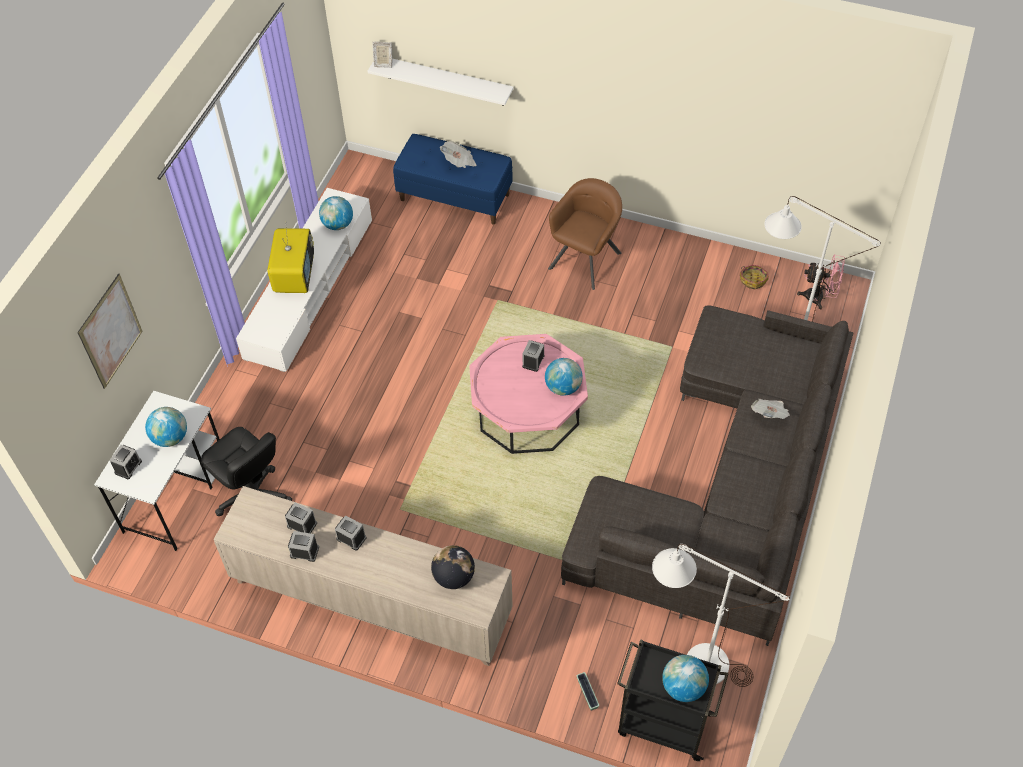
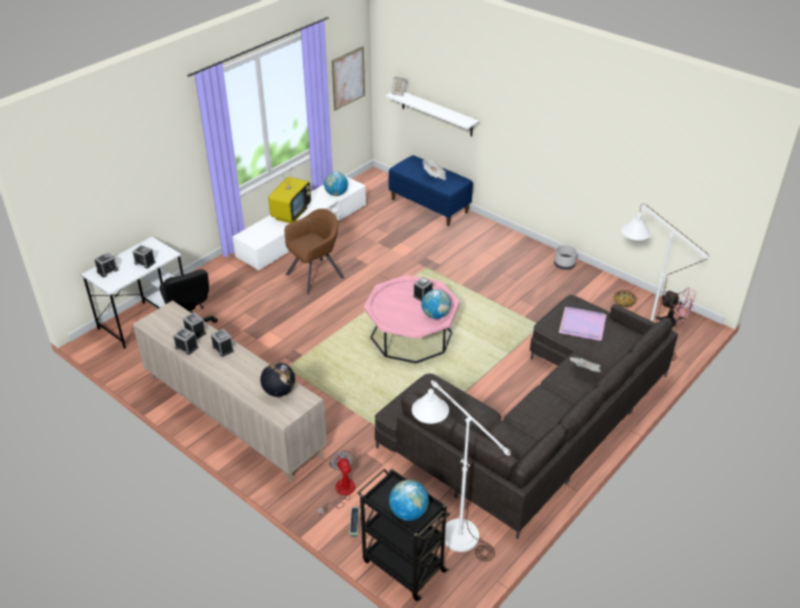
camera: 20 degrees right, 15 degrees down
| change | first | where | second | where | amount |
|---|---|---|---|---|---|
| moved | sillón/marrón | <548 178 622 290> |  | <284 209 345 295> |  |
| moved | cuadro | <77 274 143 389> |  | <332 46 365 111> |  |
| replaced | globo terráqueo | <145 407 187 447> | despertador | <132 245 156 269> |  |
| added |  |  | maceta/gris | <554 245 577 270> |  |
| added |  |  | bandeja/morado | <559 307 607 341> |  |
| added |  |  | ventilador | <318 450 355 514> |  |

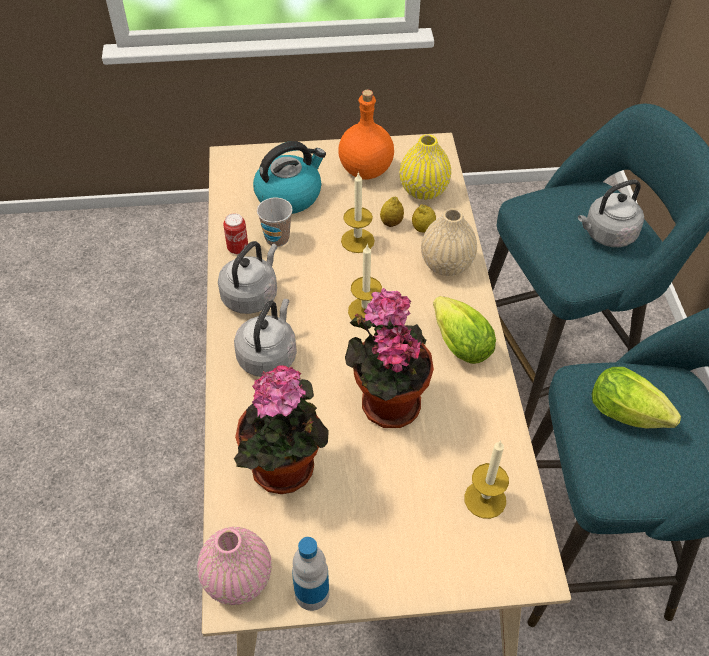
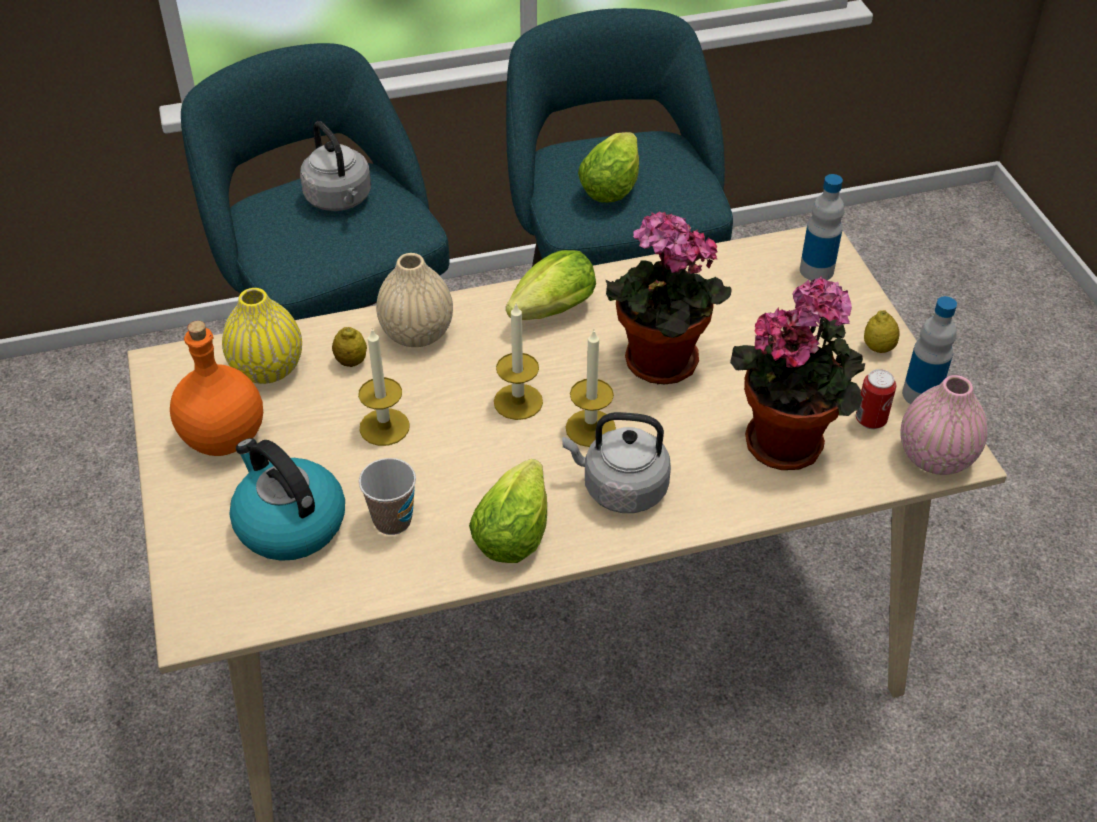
camera: 100 degrees left, 5 degrees down
| change | first | where | second | where | amount |
|---|---|---|---|---|---|
| moved | limón | <380 197 404 227> |  | <864 310 900 353> |  |
| moved | lata | <223 213 248 254> |  | <856 369 896 429> |  |
| replaced | hervidor/gris | <218 241 277 314> | lechuga | <469 459 547 563> |  |
| moved | vela | <464 440 509 519> |  | <565 331 616 447> |  |
| added |  |  | botella | <800 174 844 281> |  |

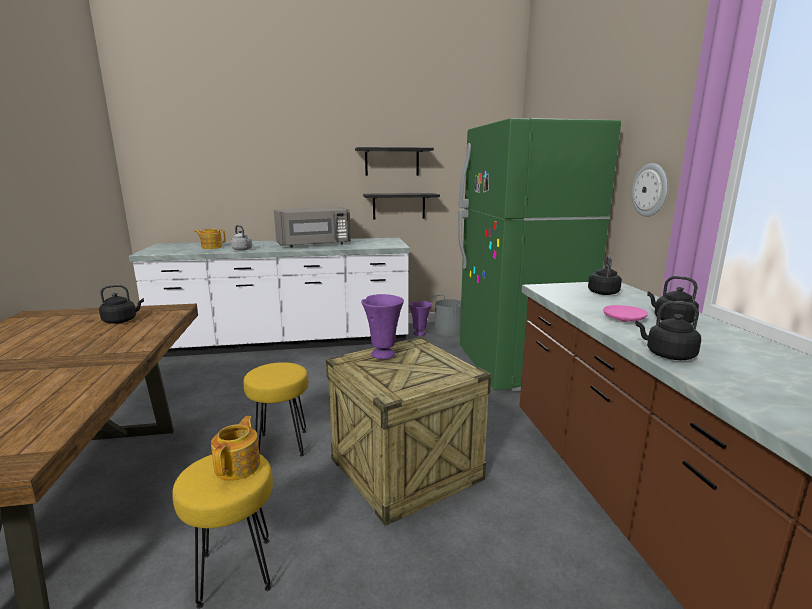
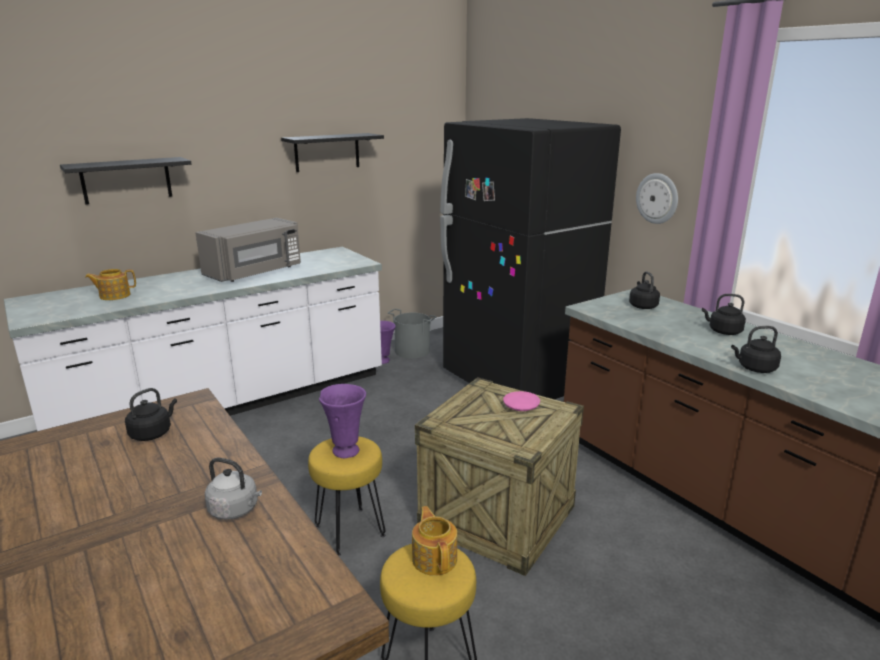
camera: 25 degrees left, 5 degrees up
| change | first | where | second | where | amount |
|---|---|---|---|---|---|
| recoloured | nevera/verde | <458 118 621 392> | nevera/negro | <440 118 621 401> |  |
| moved | estante/negro | <363 193 440 220> |  | <60 157 191 205> |  |
| moved | hervidor/gris | <231 225 252 251> |  | <205 458 262 520> |  |
| moved | florero/morado | <361 294 404 359> |  | <319 384 366 458> |  |
| moved | plato/rosa | <603 305 648 322> |  | <503 391 540 411> |  |

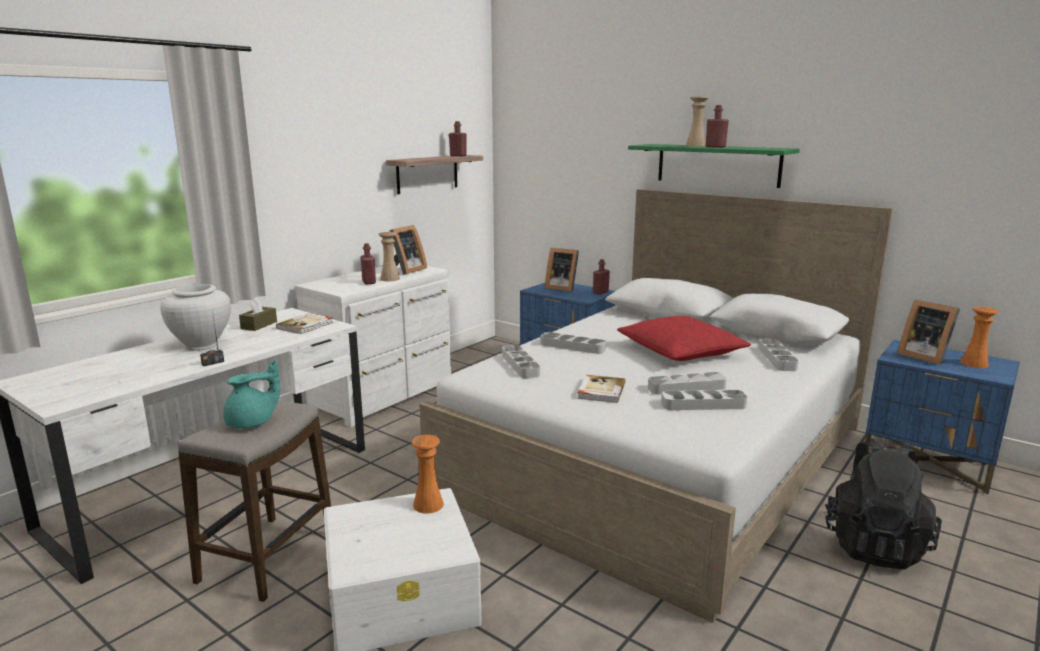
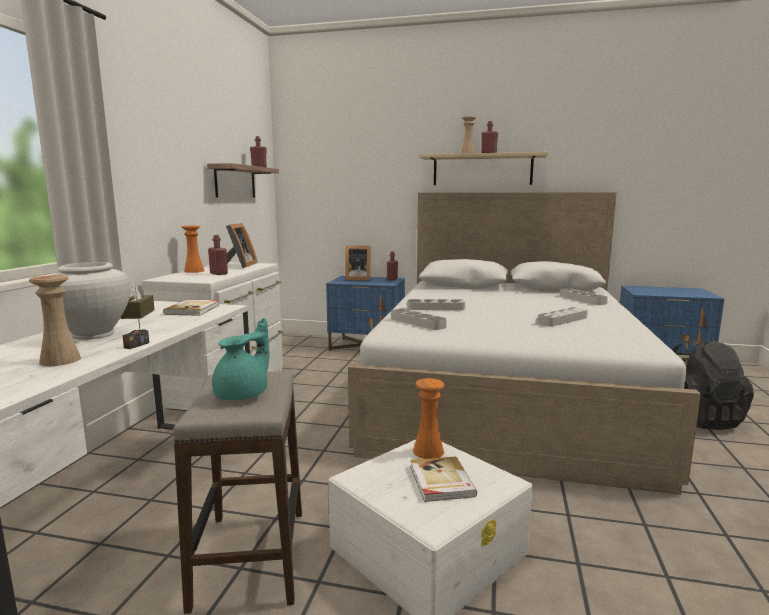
camera: 25 degrees left, 5 degrees down
| change | first | where | second | where | amount |
|---|---|---|---|---|---|
| recoloured | estante/verde | <628 144 800 188> | estante/beis | <419 152 548 185> |  |
| moved | florero/beis | <378 232 400 281> |  | <29 275 81 366> |  |
| removed | portarretratos | <897 300 960 365> |  |  |  |
| moved | florero/naranja | <960 307 999 368> |  | <181 226 204 273> |  |
| removed | cojín/rojo | <617 316 751 361> |  |  |  |
| moved | libro | <577 375 625 403> |  | <410 456 477 502> |  |
| removed | bandeja/gris | <661 390 747 410> |  |  |  |

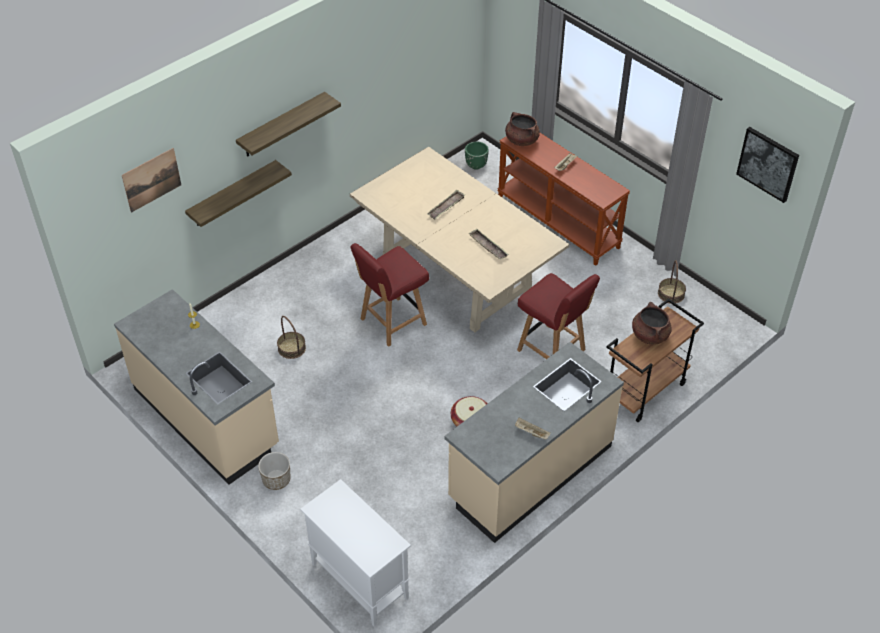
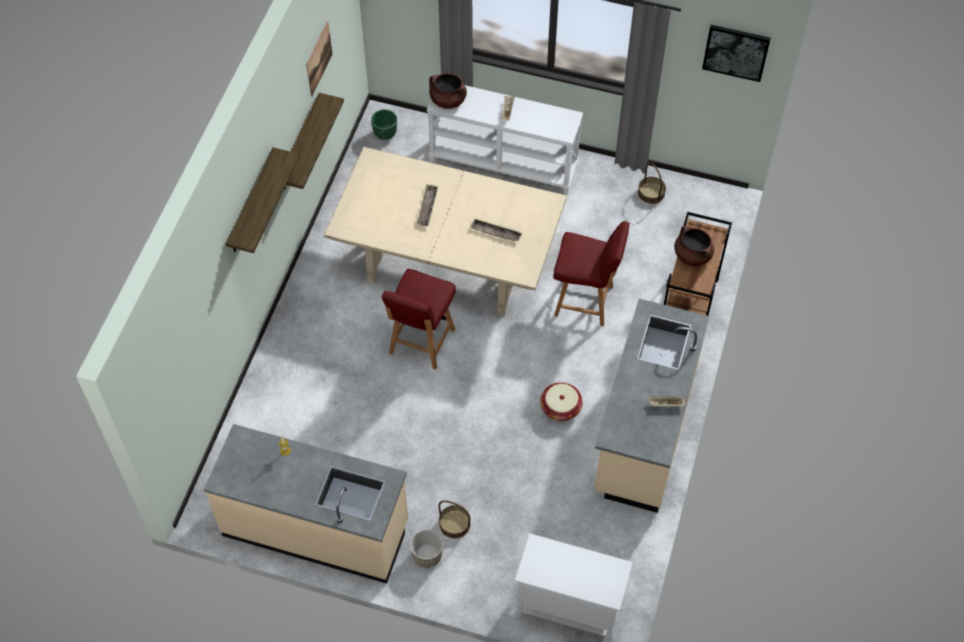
camera: 30 degrees left, 10 degrees up
| change | first | where | second | where | amount |
|---|---|---|---|---|---|
| recoloured | mesa consola/marrón | <497 133 630 266> | mesa consola/blanco | <427 85 583 194> |  |
| moved | cuadro | <122 148 181 213> |  | <306 21 332 97> |  |
| moved | estante | <185 160 292 227> |  | <285 93 344 189> |  |
| moved | cesta | <277 316 306 359> |  | <438 500 470 539> |  |

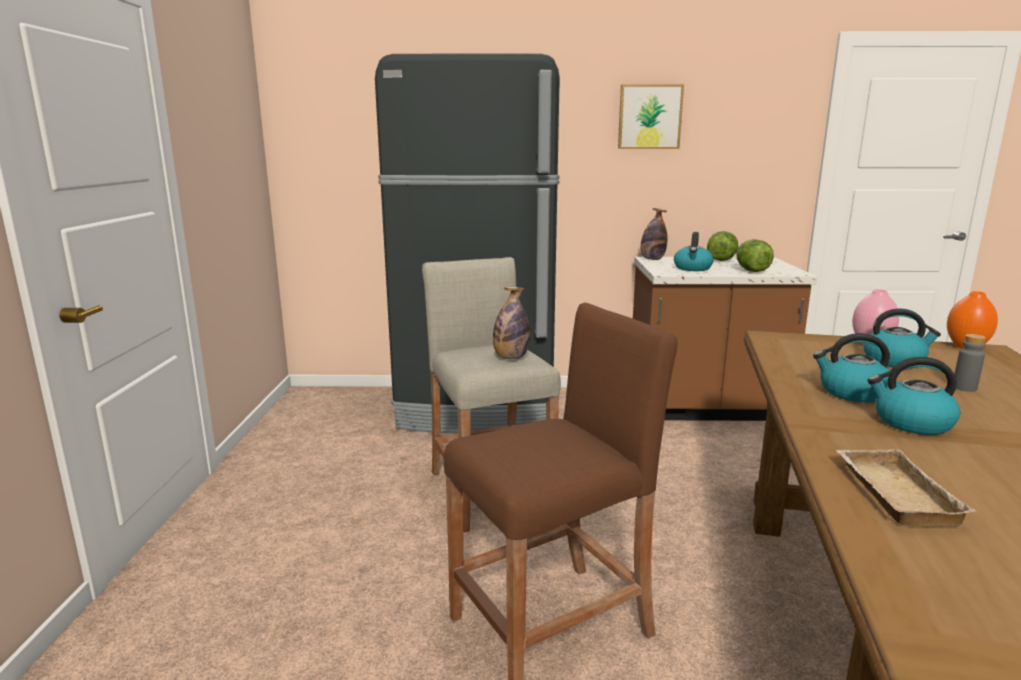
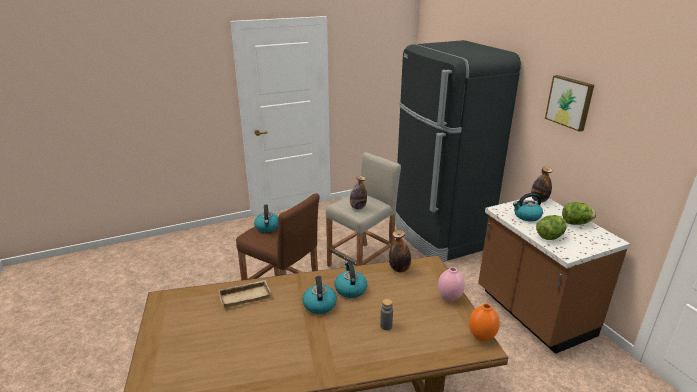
camera: 65 degrees right, 10 degrees up
| change | first | where | second | where | amount |
|---|---|---|---|---|---|
| moved | hervidor | <863 309 941 368> |  | <254 205 278 232> |  |
| added |  |  | botella | <389 230 411 272> |  |

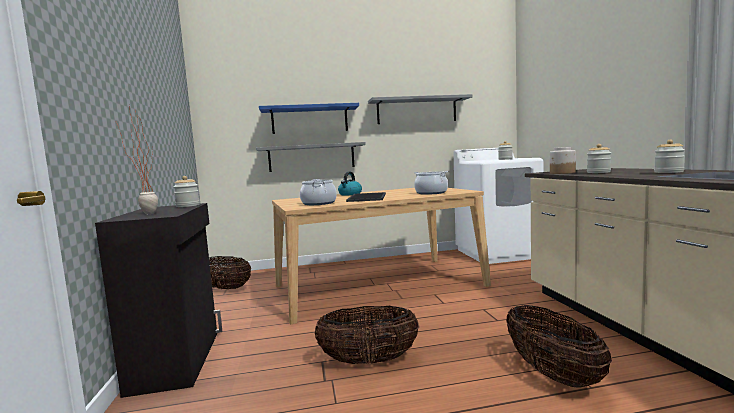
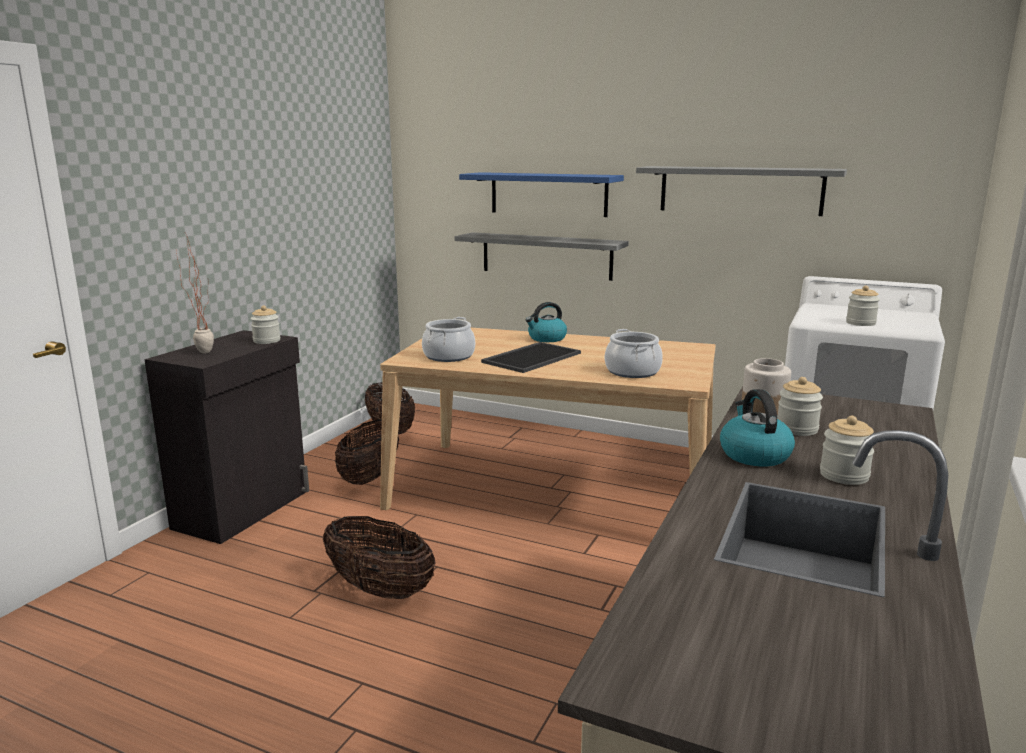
camera: 35 degrees right, 10 degrees up
| change | first | where | second | where | amount |
|---|---|---|---|---|---|
| moved | cesta | <506 305 612 388> |  | <335 419 399 485> |  |
| added |  |  | hervidor | <720 389 795 466> |  |

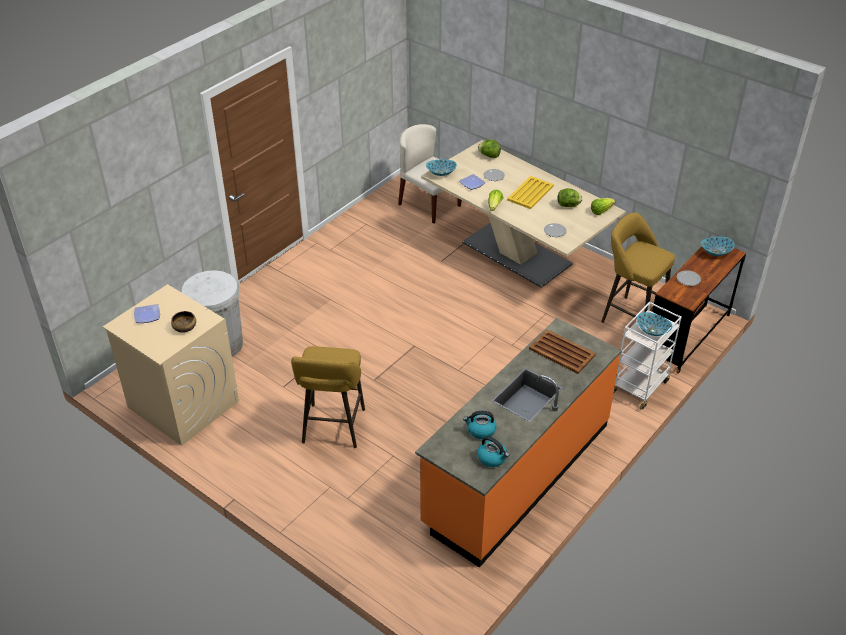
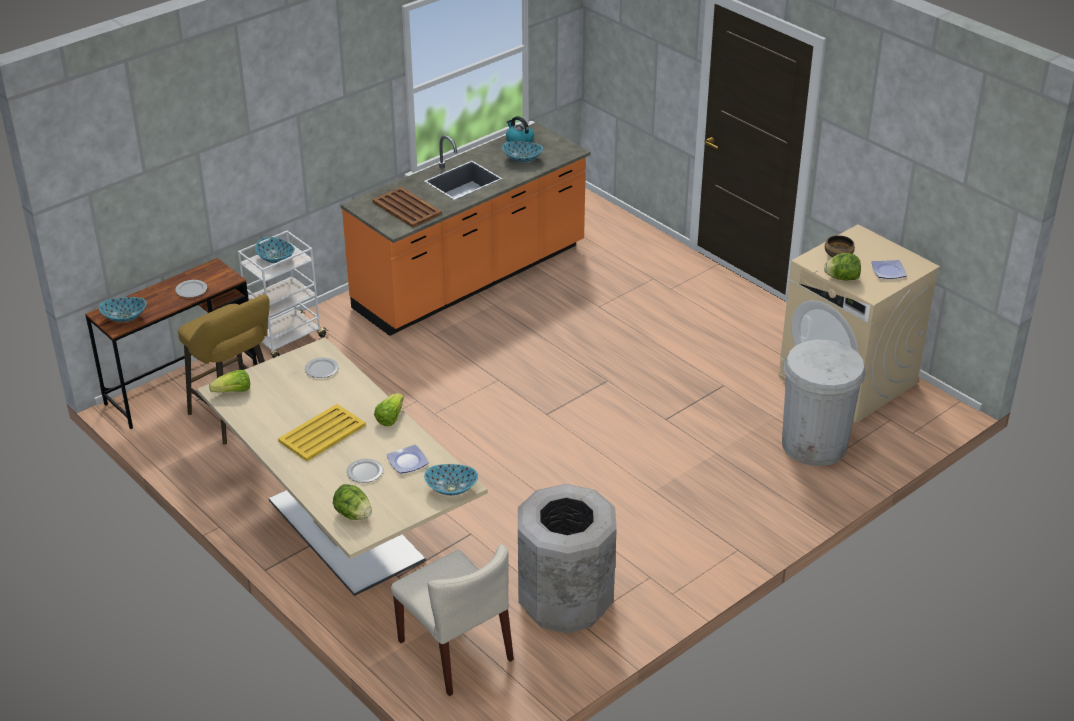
camera: 170 degrees left, 5 degrees down
| change | first | where | second | where | amount |
|---|---|---|---|---|---|
| moved | lechuga | <558 188 583 207> |  | <824 253 861 281> |  |
| removed | taburete/amarillo | <291 346 365 448> |  |  |  |
| replaced | hervidor | <463 411 497 439> | cuenco | <502 141 543 162> |  |
| added |  |  | papelera/gris | <518 484 617 634> |  |

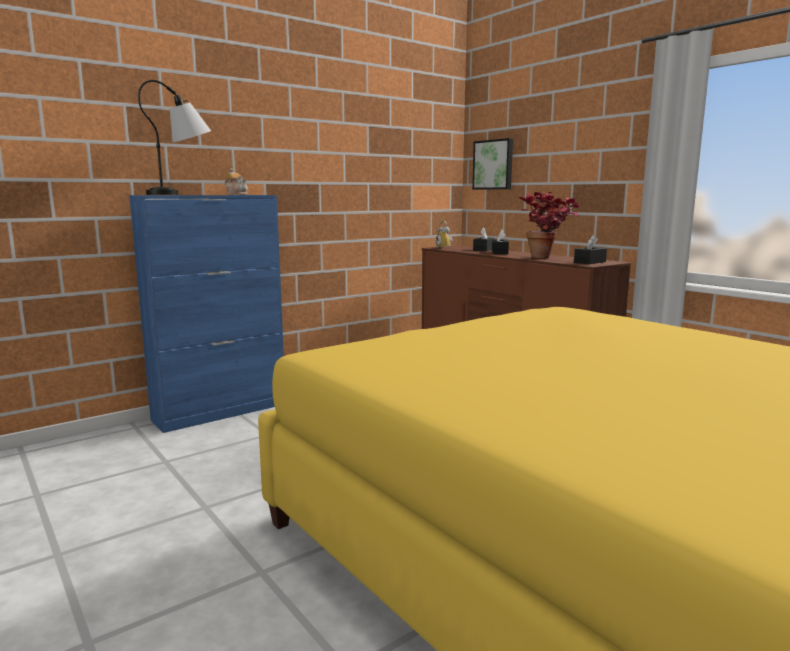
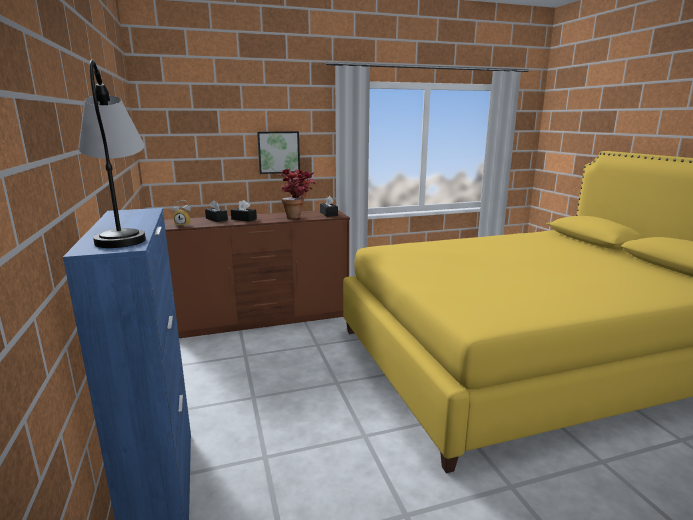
camera: 70 degrees left, 5 degrees up
| change | first | where | second | where | amount |
|---|---|---|---|---|---|
| moved | cuadro | <472 138 513 190> |  | <257 131 300 174> |  |
| removed | tetera | <225 168 248 195> |  |  |  |

